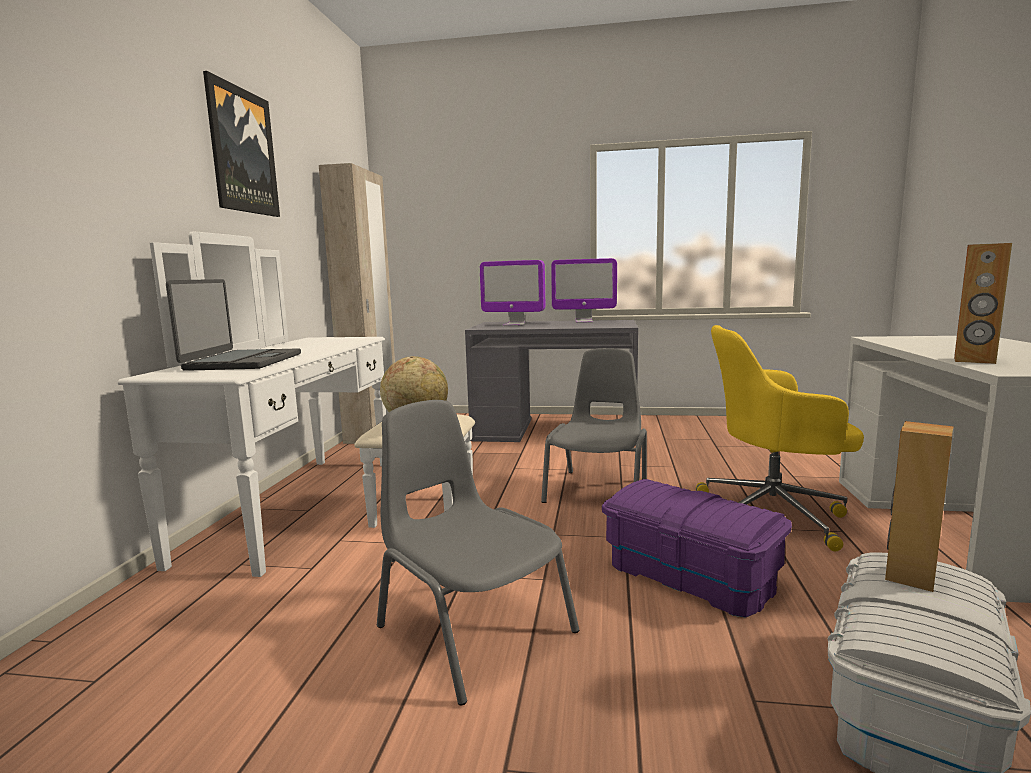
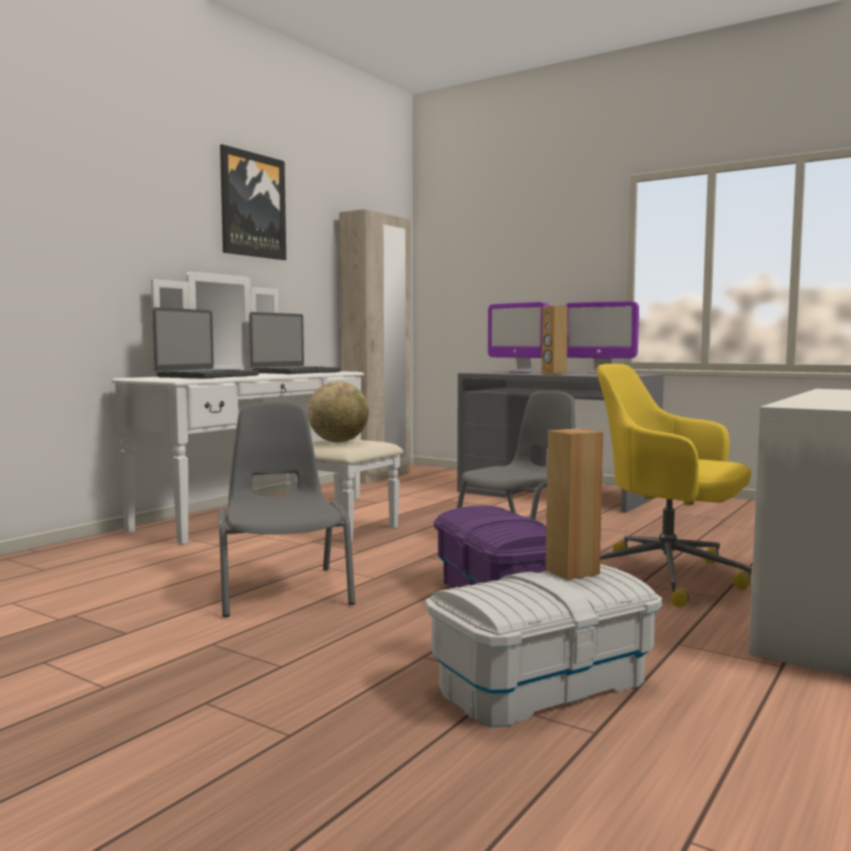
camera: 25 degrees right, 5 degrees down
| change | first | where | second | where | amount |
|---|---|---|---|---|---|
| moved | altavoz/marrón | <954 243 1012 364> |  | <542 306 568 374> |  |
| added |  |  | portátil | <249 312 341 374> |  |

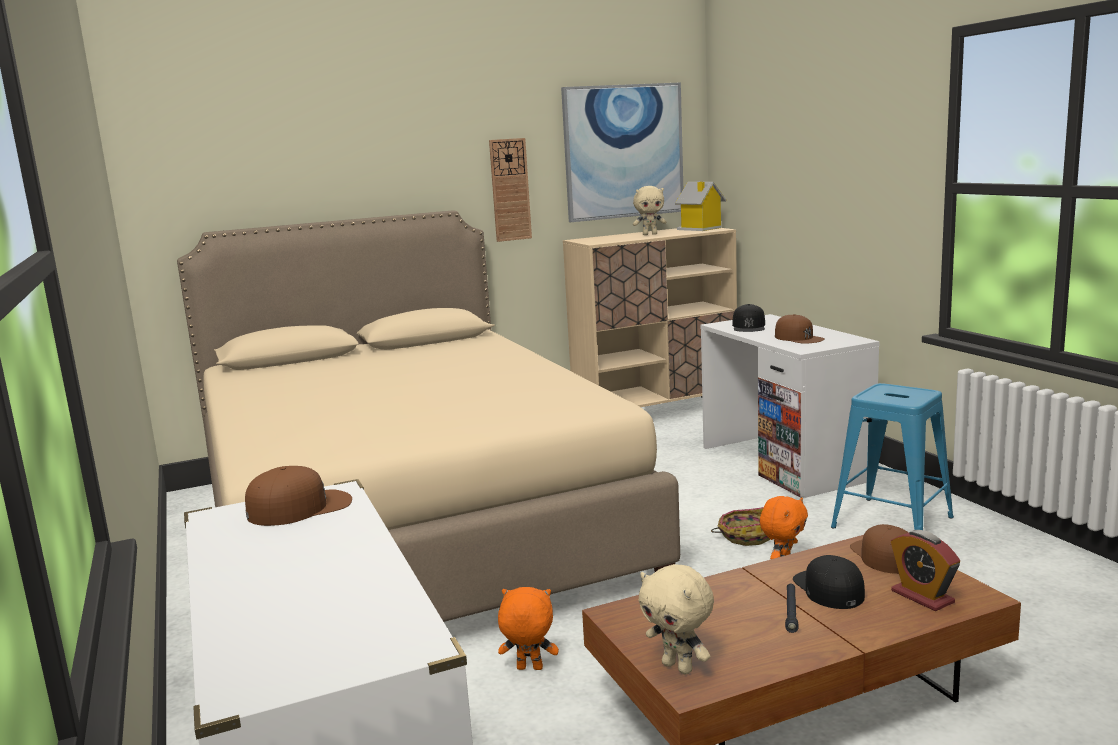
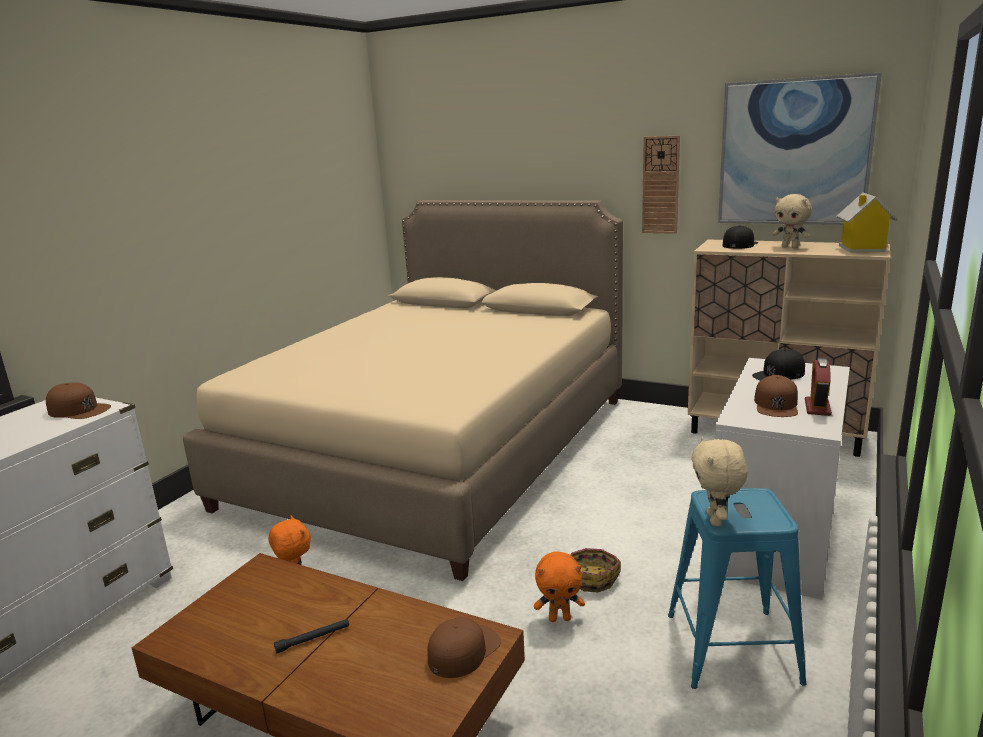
camera: 50 degrees right, 5 degrees up
| change | first | where | second | where | amount |
|---|---|---|---|---|---|
| moved | despertador | <891 530 960 611> |  | <805 358 832 416> |  |
| moved | gorra/negro | <793 555 865 609> |  | <722 225 758 249> |  |
| moved | peluche/beis | <639 564 714 675> |  | <691 437 748 526> |  |

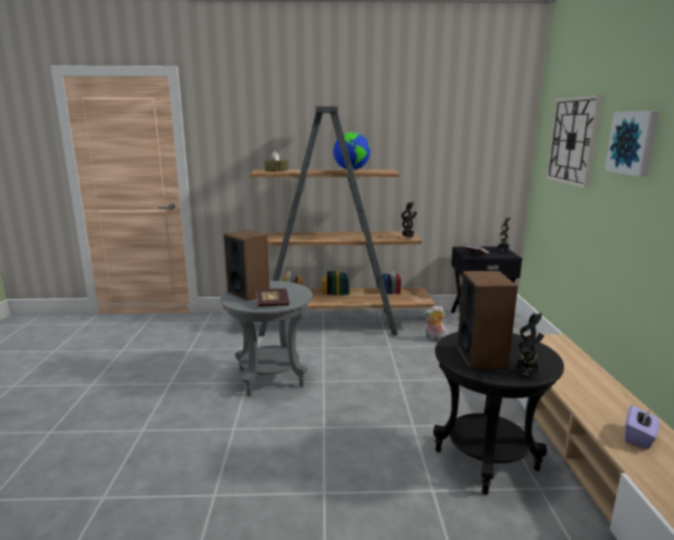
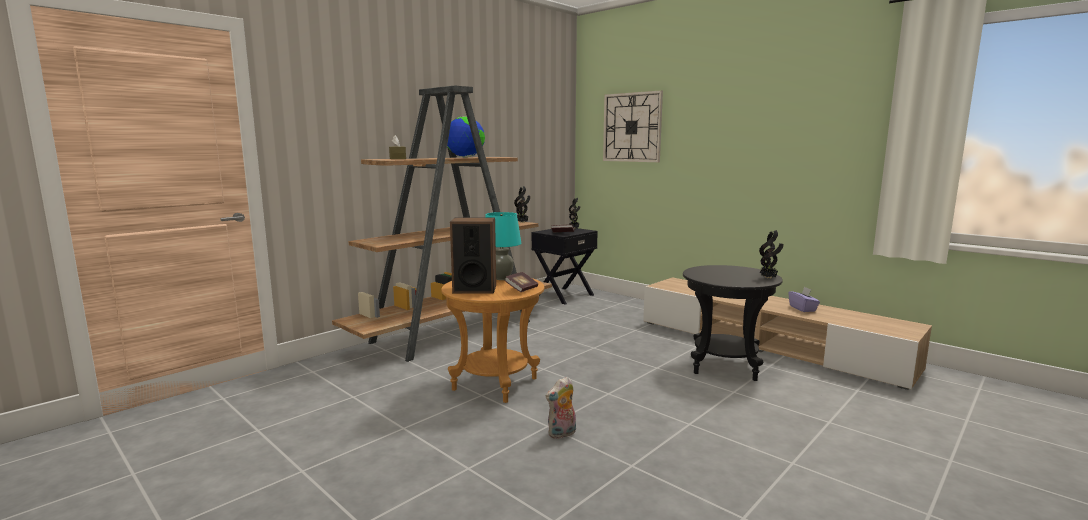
camera: 45 degrees left, 5 degrees down
| change | first | where | second | where | amount |
|---|---|---|---|---|---|
| removed | cuadro | <605 111 659 177> |  |  |  |
| removed | altavoz | <457 271 518 369> |  |  |  |
| recoloured | mesa auxiliar/gris | <220 281 313 396> | mesa auxiliar/marrón | <441 278 545 403> |  |
| moved | peluche | <423 306 445 342> |  | <546 376 576 439> |  |
| added |  |  | lámpara de mesa/turquesa | <485 212 521 280> |  |

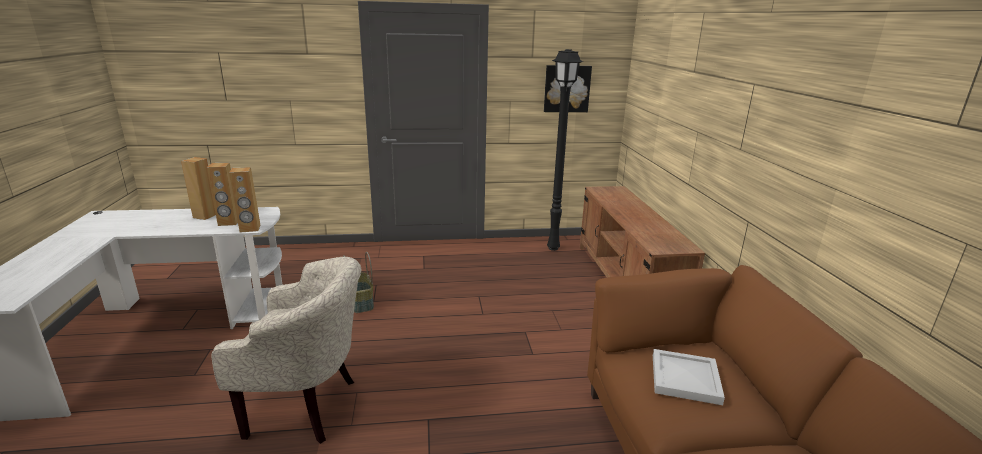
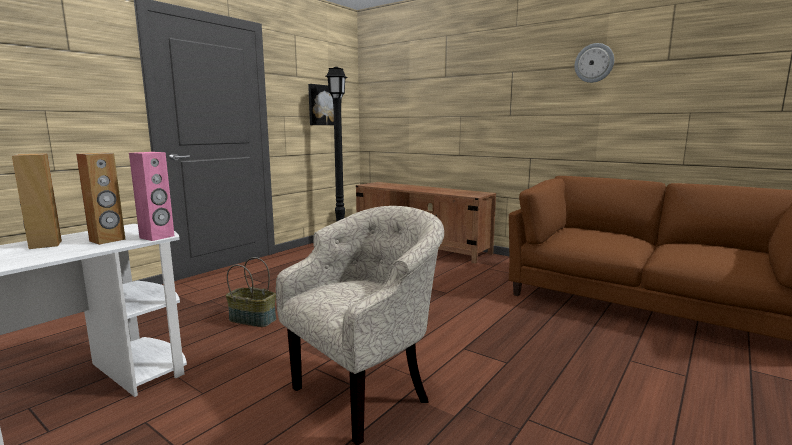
camera: 45 degrees left, 10 degrees down
| change | first | where | second | where | amount |
|---|---|---|---|---|---|
| recoloured | altavoz/marrón | <229 167 261 232> | altavoz/rosa | <129 152 175 241> |  |
| removed | bandeja/blanco | <653 349 725 405> |  |  |  |
| added |  |  | reloj de pared | <575 43 614 83> |  |

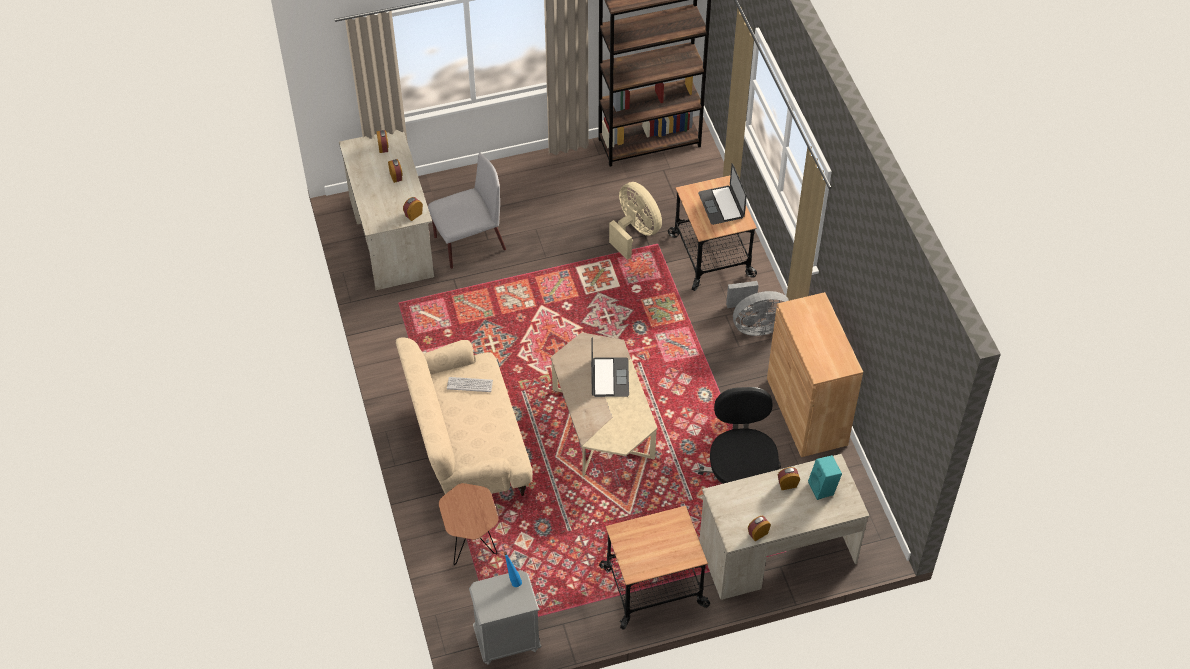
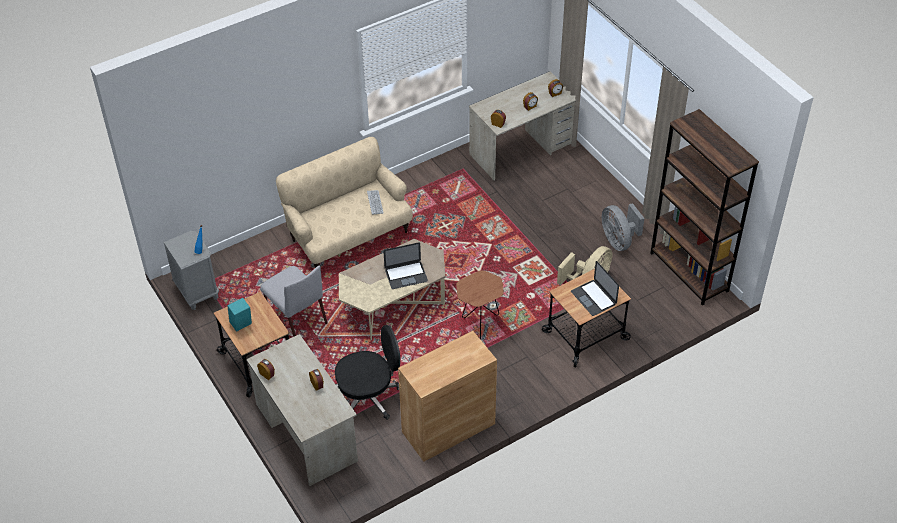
camera: 75 degrees right, 5 degrees down
| change | first | where | second | where | amount |
|---|---|---|---|---|---|
| moved | silla/gris | <428 153 506 269> |  | <260 266 328 337> |  |
| turned | portátil | <698 163 747 225> |  | <571 261 619 316> | 90 degrees counterclockwise |
| moved | ventilador/gris | <726 281 789 336> |  | <602 203 644 251> |  |
| moved | altavoz/turquesa | <808 455 842 500> |  | <227 298 252 332> |  |
| moved | mesa auxiliar/marrón | <439 483 498 565> |  | <456 270 504 339> |  |

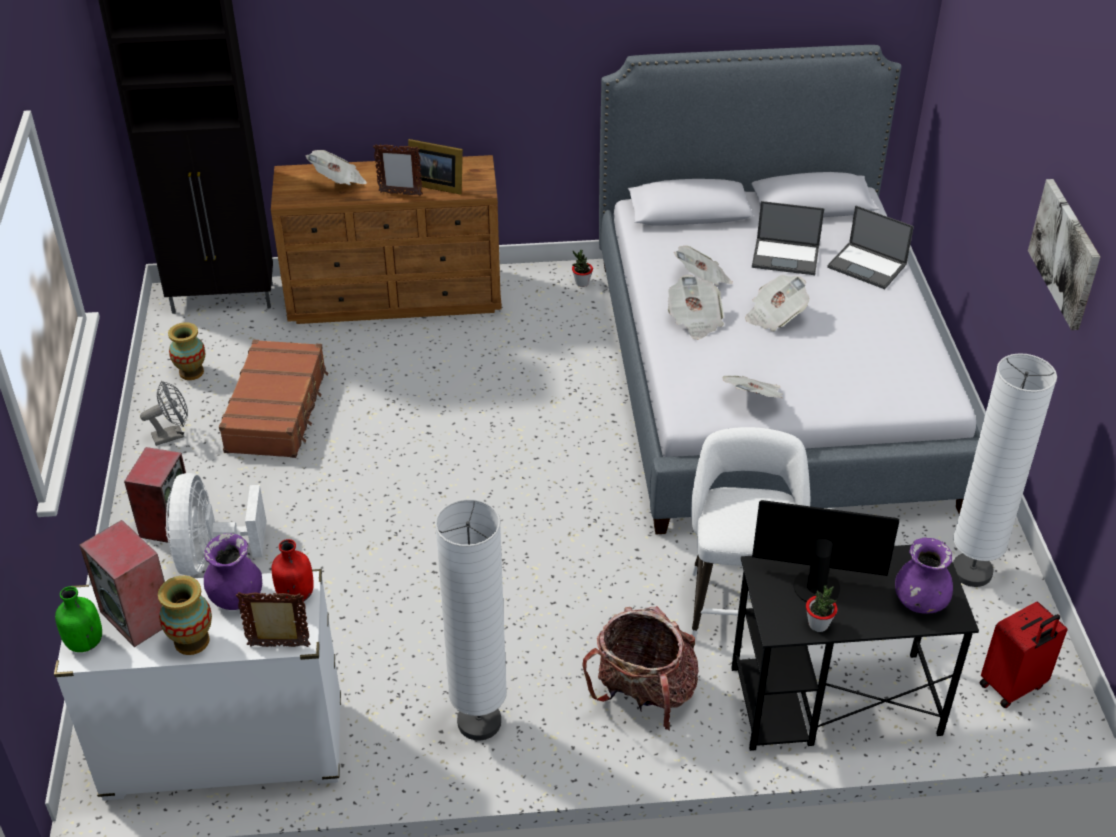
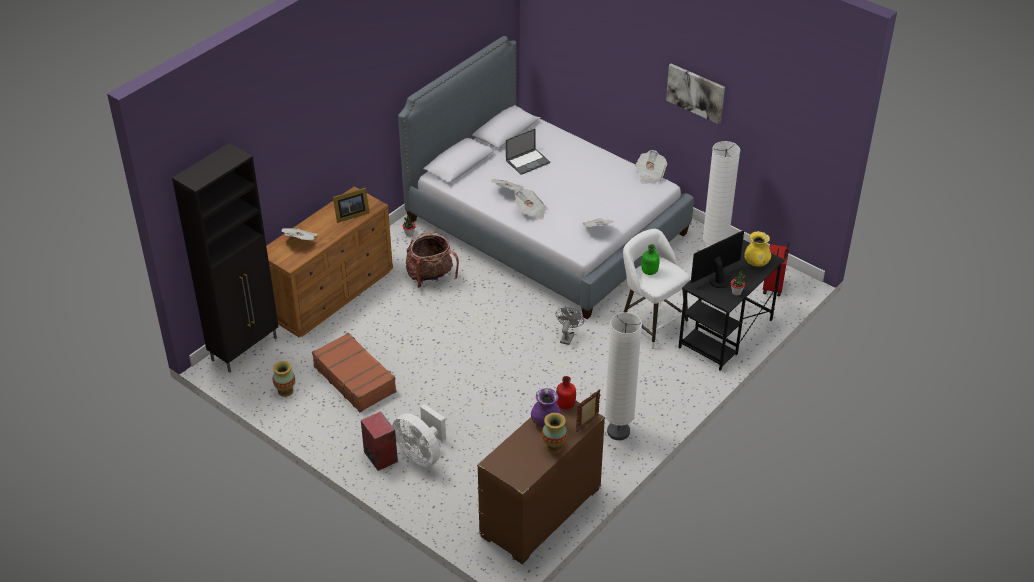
camera: 45 degrees left, 0 degrees up
| change | first | where | second | where | amount |
|---|---|---|---|---|---|
| removed | portarretratos | <373 144 423 196> |  |  |  |
| removed | portátil | <827 205 914 289> |  |  |  |
| moved | periódico | <745 275 809 332> |  | <636 150 667 184> |  |
| moved | ventilador/gris | <140 381 188 446> |  | <556 307 584 345> |  |
| removed | altavoz | <79 520 165 647> |  |  |  |
| recoloured | florero/morado | <895 537 953 614> | florero/amarillo | <744 231 771 267> |  |
| recoloured | cómoda/blanco | <54 569 341 801> | cómoda/marrón | <477 401 605 564> |  |
| moved | botella/verde | <55 586 102 652> |  | <641 244 660 275> |  |
| moved | mochila | <582 606 699 731> |  | <406 232 459 288> |  |

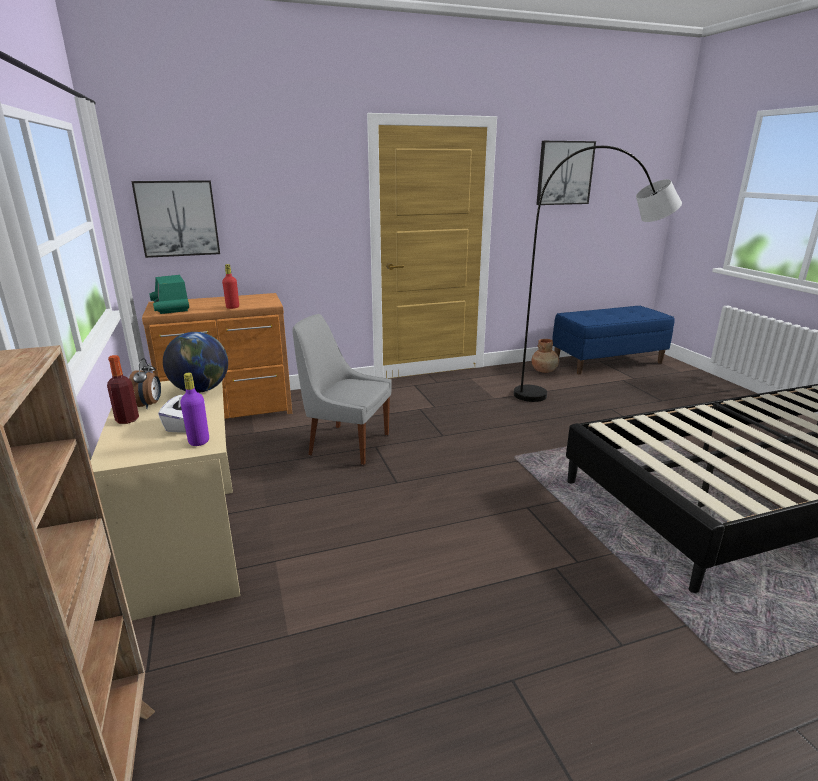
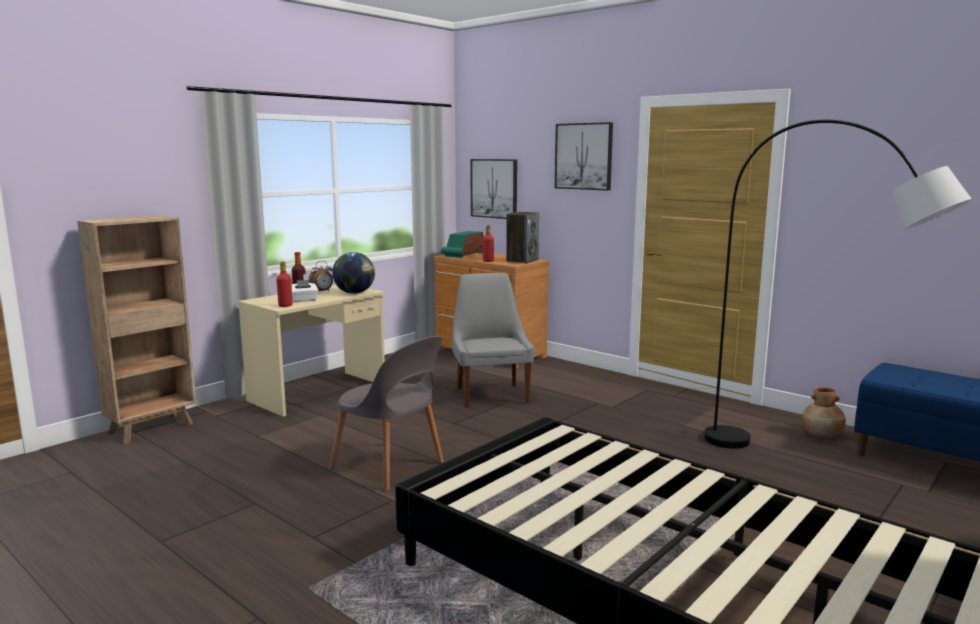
camera: 60 degrees right, 10 degrees down
| change | first | where | second | where | amount |
|---|---|---|---|---|---|
| moved | cuadro | <536 141 596 205> |  | <555 122 613 191> |  |
| recoloured | botella/morado | <180 373 209 446> | botella/rojo | <276 261 292 307> |  |
| added |  |  | altavoz | <506 212 539 264> |  |
| added |  |  | silla/gris | <329 336 444 491> |  |

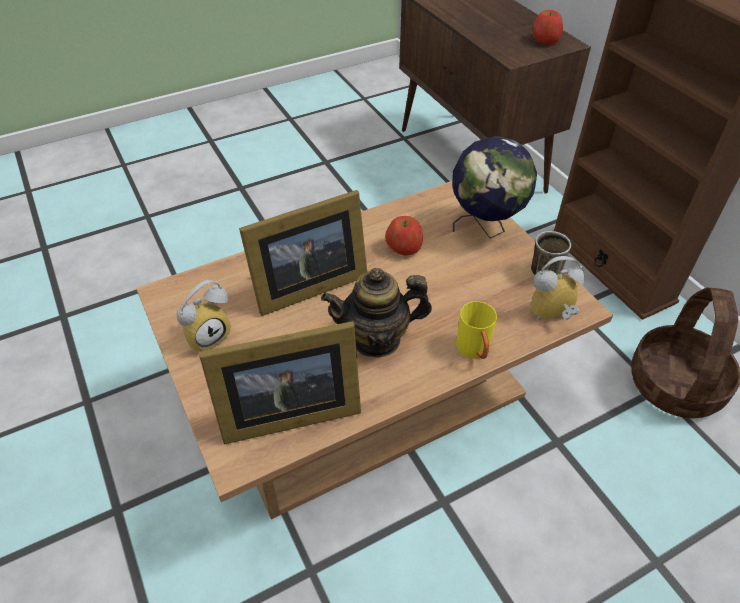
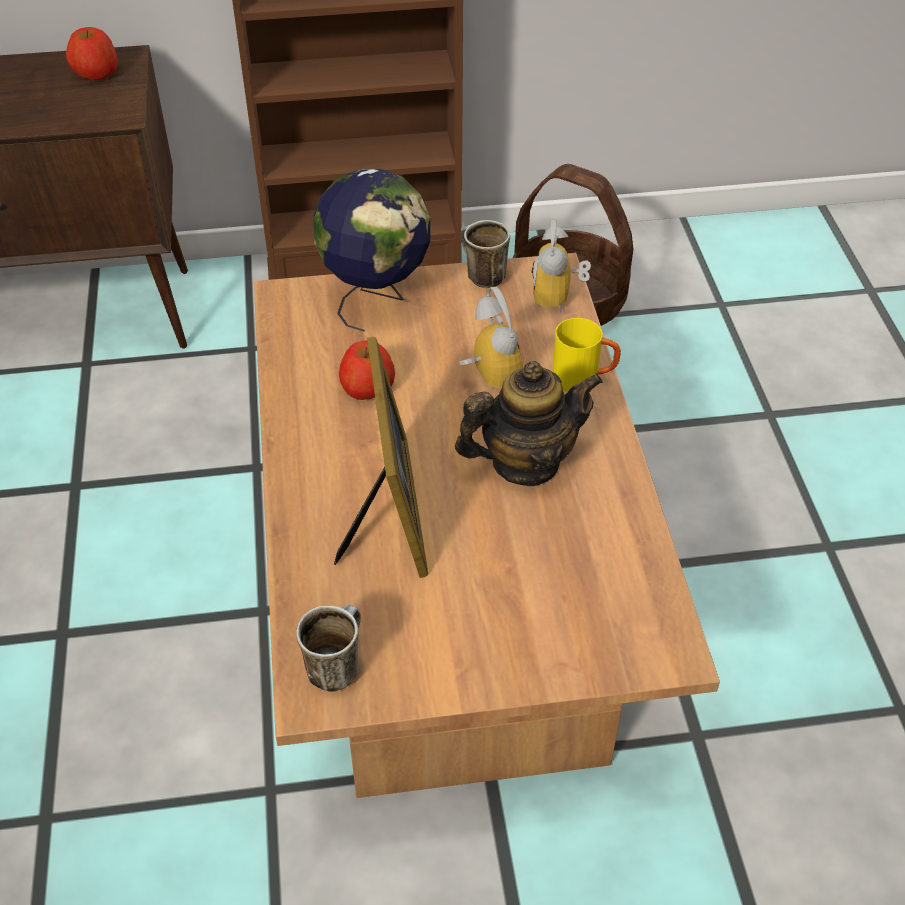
camera: 70 degrees left, 0 degrees up
| change | first | where | second | where | amount |
|---|---|---|---|---|---|
| turned | tetera | <321 268 432 358> |  | <455 361 603 486> | 120 degrees counterclockwise |
| moved | despertador | <177 280 231 352> |  | <459 287 523 390> |  |
| removed | portarretratos | <199 321 361 444> |  |  |  |
| added |  |  | taza grande | <296 605 361 692> |  |

